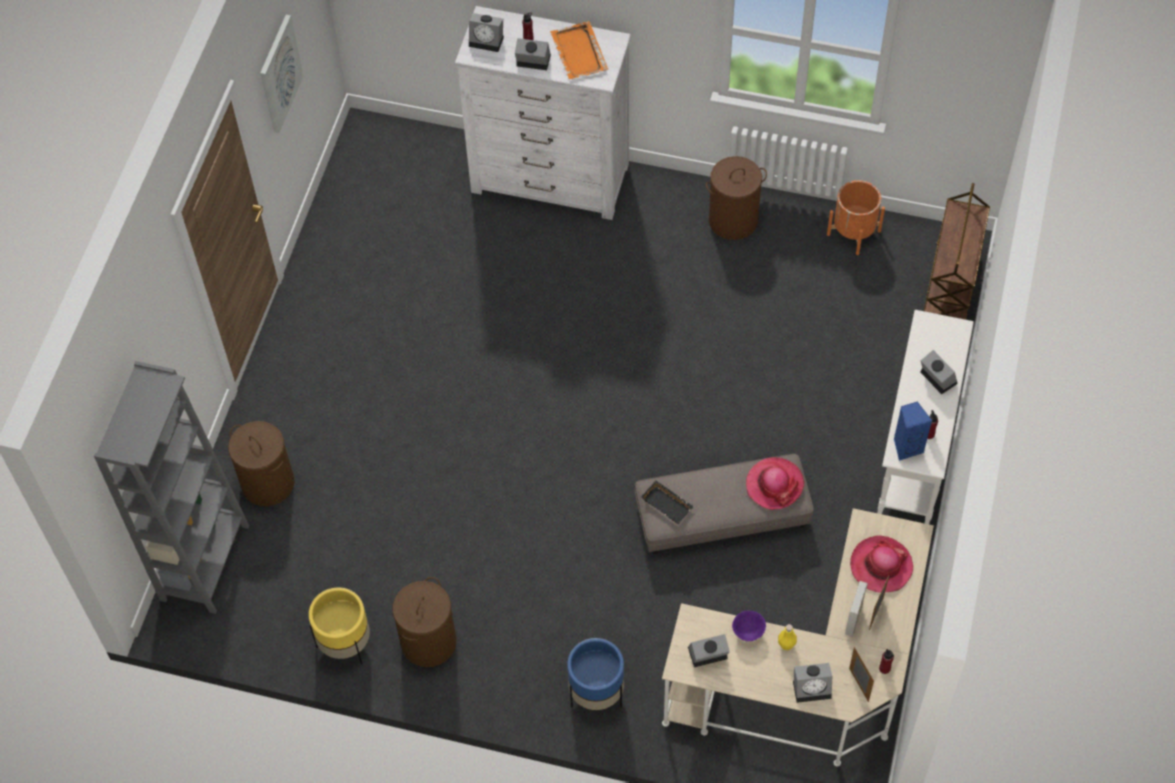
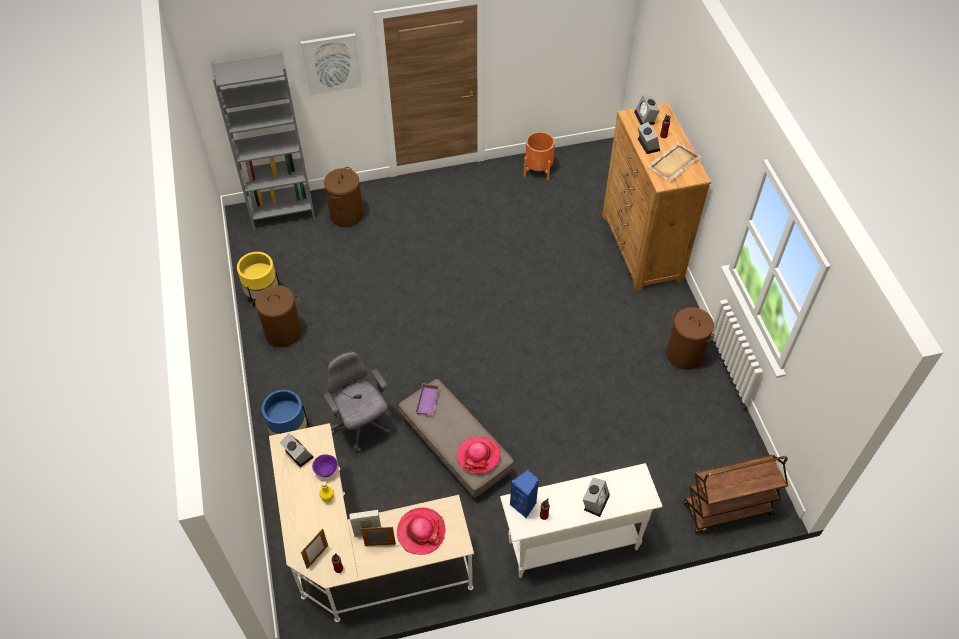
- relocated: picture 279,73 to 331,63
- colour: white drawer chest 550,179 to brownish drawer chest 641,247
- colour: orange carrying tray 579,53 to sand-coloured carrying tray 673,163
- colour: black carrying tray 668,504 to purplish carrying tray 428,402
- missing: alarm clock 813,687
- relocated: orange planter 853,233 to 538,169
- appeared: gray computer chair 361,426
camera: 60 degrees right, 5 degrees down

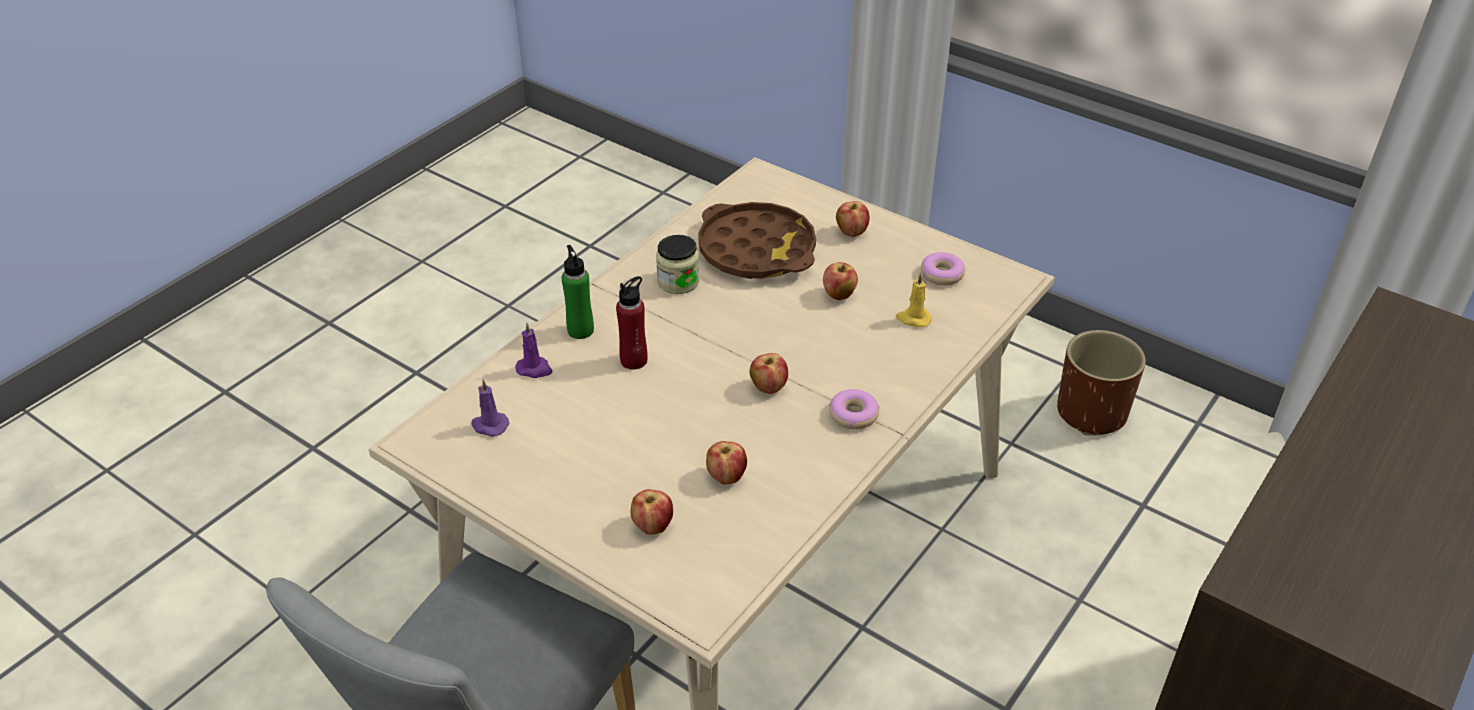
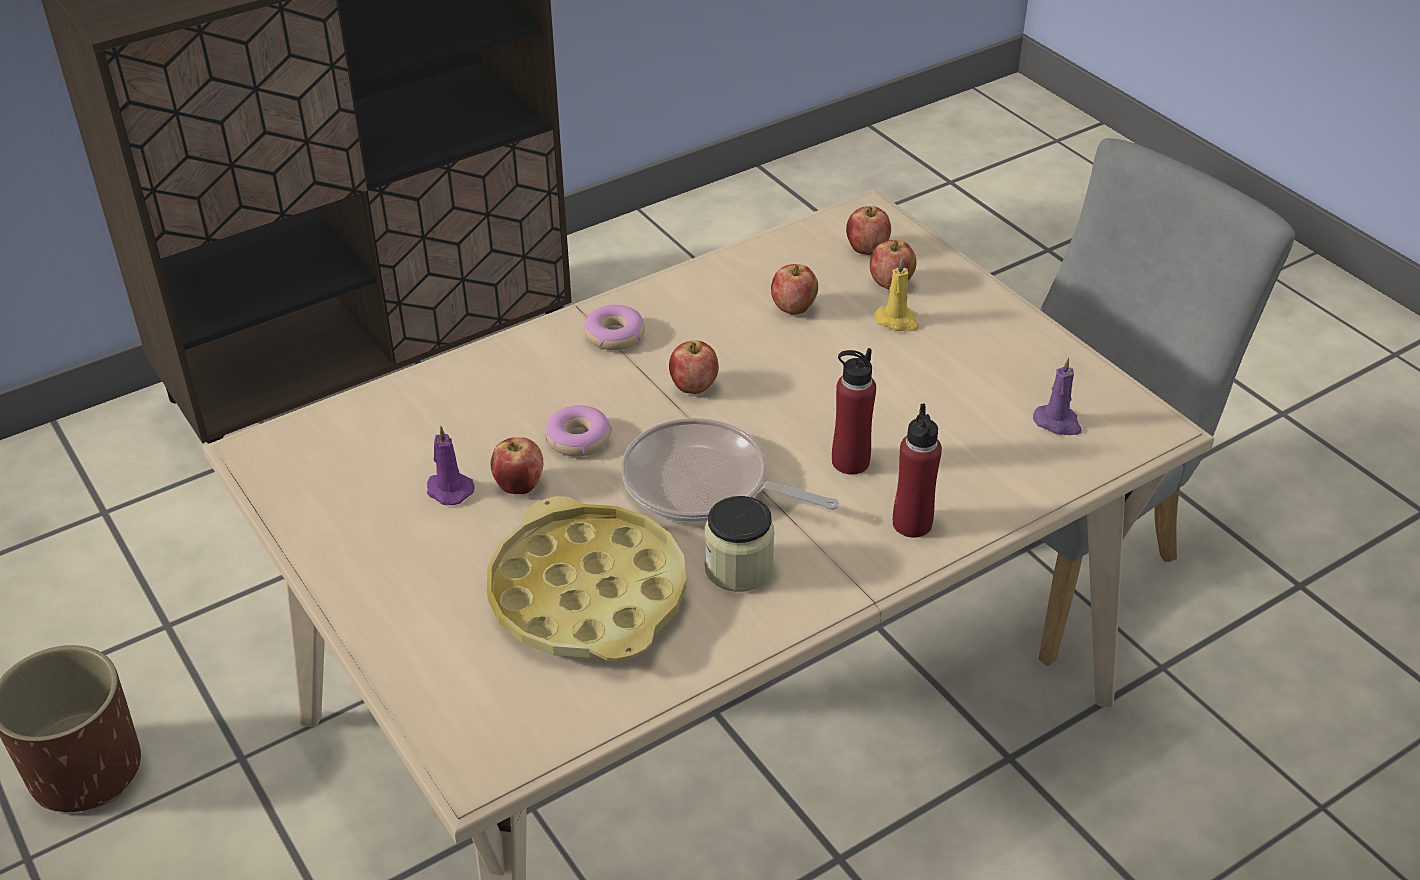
- relocated: purplish wax candle 534,369 to 448,490
- colour: green beverage bottle 580,330 to red-coloured beverage bottle 912,524
- colour: brownish carrying tray 756,250 to yellow-coloured carrying tray 587,594
- relocated: apple 851,232 to 866,249
- relocated: yellow-coloured wax candle 913,318 to 897,321
- relocated: donut 942,274 to 578,439
- appeared: skillet 704,485
camera: 160 degrees left, 0 degrees up

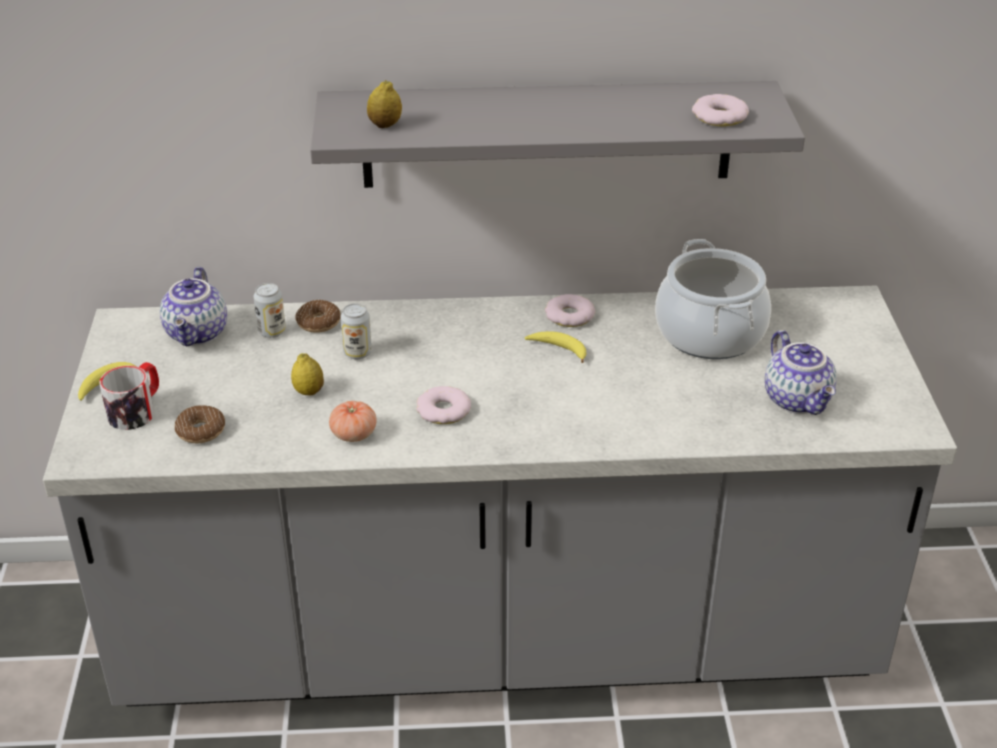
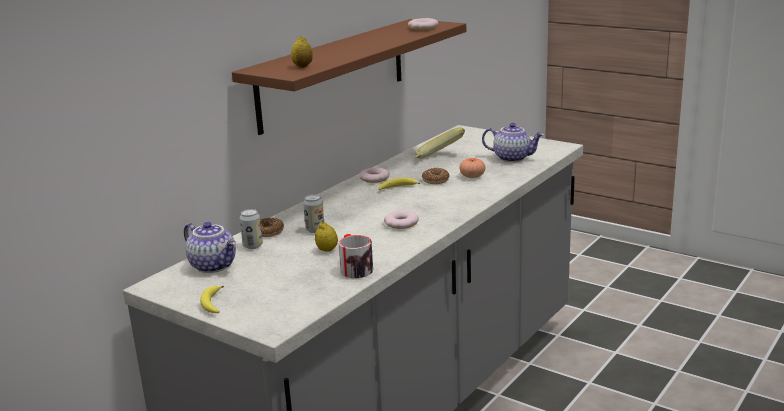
- relocated: mug 137,410 to 354,268
- relocated: donut 201,431 to 435,180
- colour: gray wall shelf 547,134 to brownish wall shelf 333,74
- relocated: fresh tomato 353,434 to 472,176
- exchanged: stockpot 709,333 to whole banana 438,158
camera: 50 degrees left, 15 degrees down

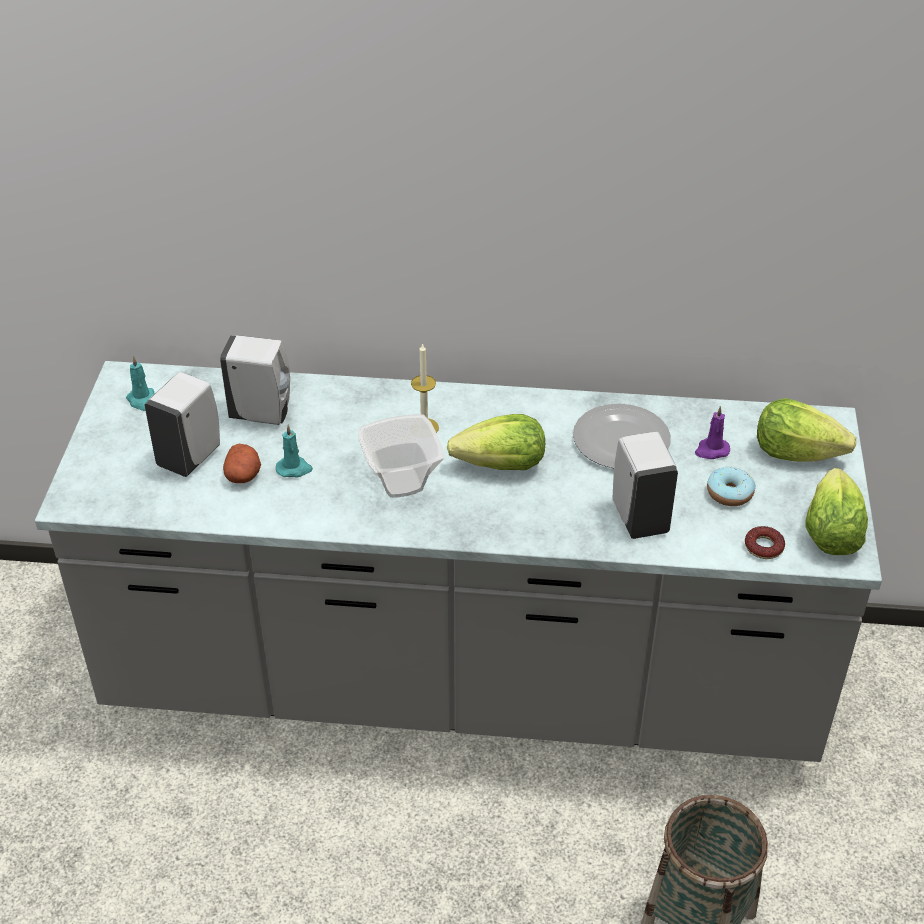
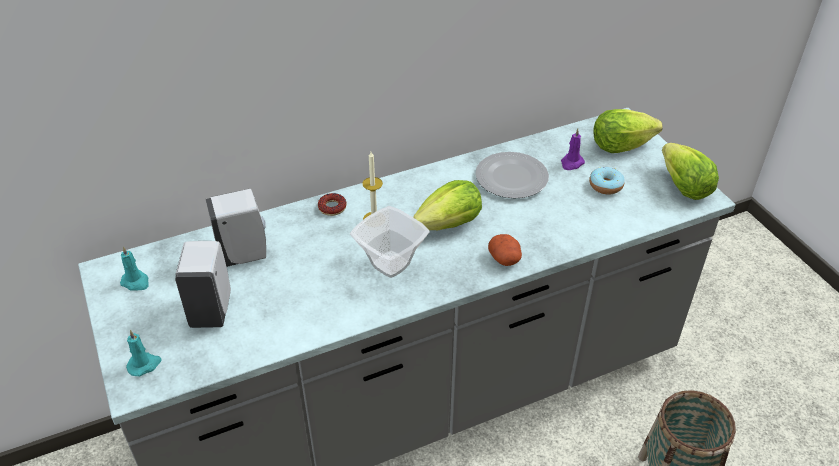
- relocated: spud 243,475 to 505,258
- relocated: turquoise wax candle 294,469 to 144,365
- missing: white liquid soap bottle 639,516
- relocated: donut 764,546 to 332,207
camera: 30 degrees left, 0 degrees up

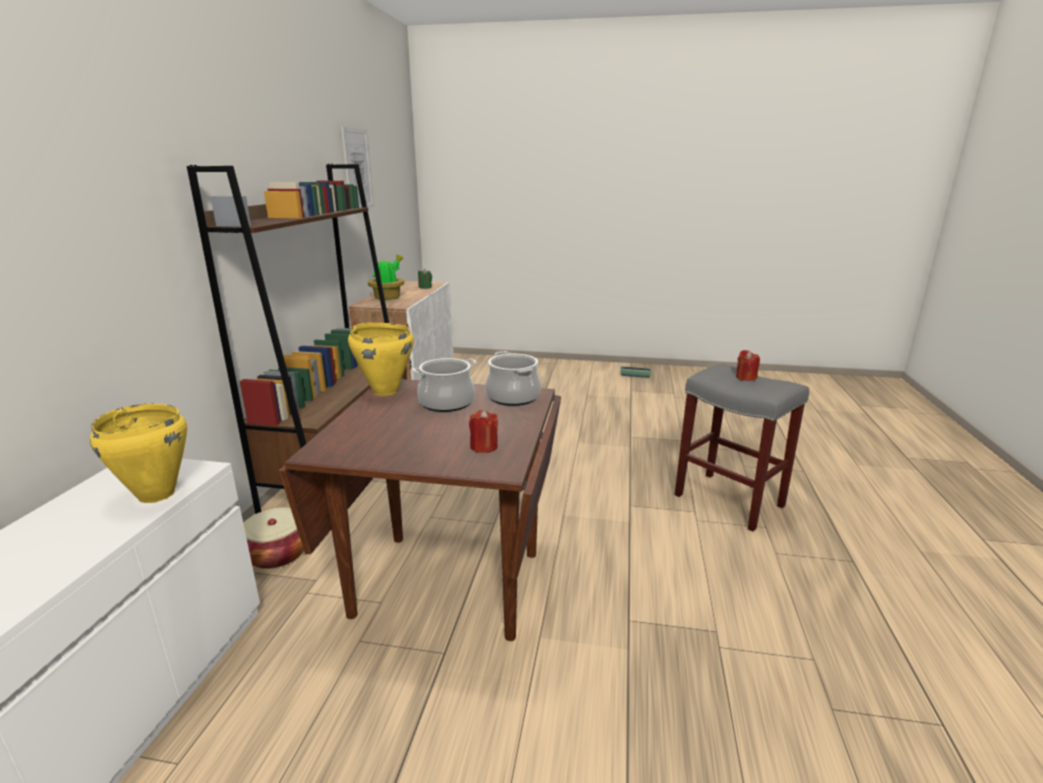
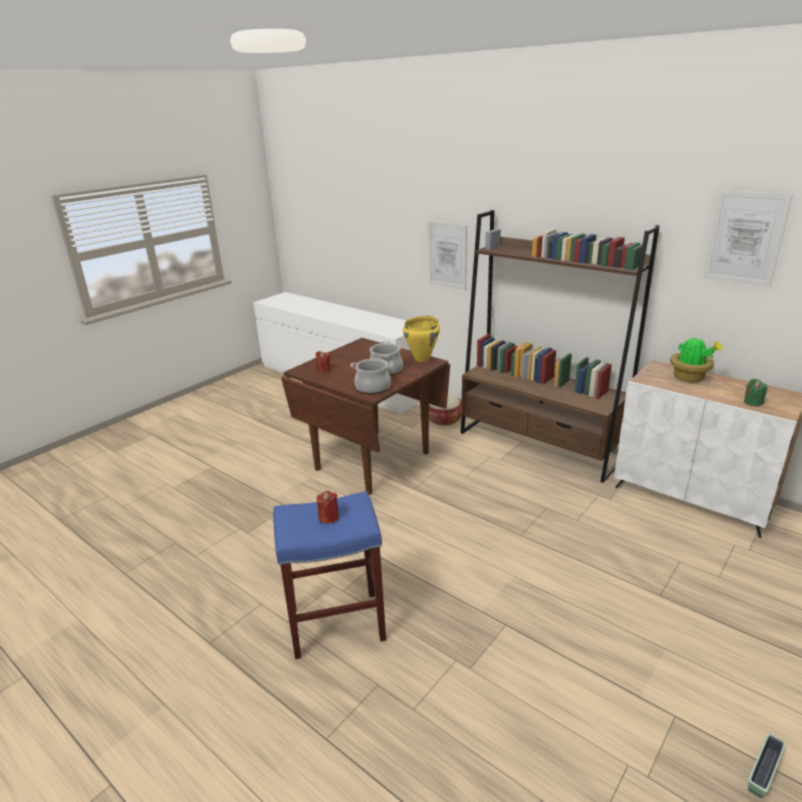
- missing: yellow-coloured stockpot 156,495
- colour: gray stool seat 730,501 to blue stool seat 335,624
- appeared: picture 447,255
camera: 120 degrees right, 5 degrees up

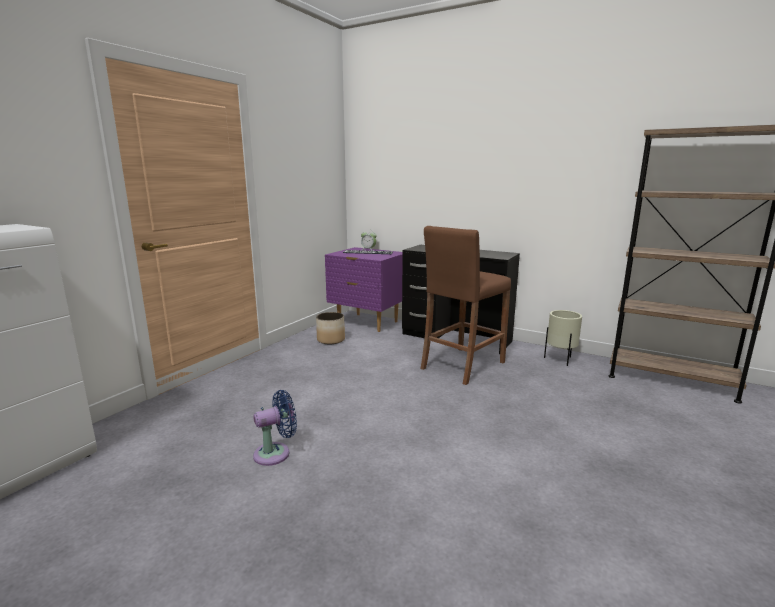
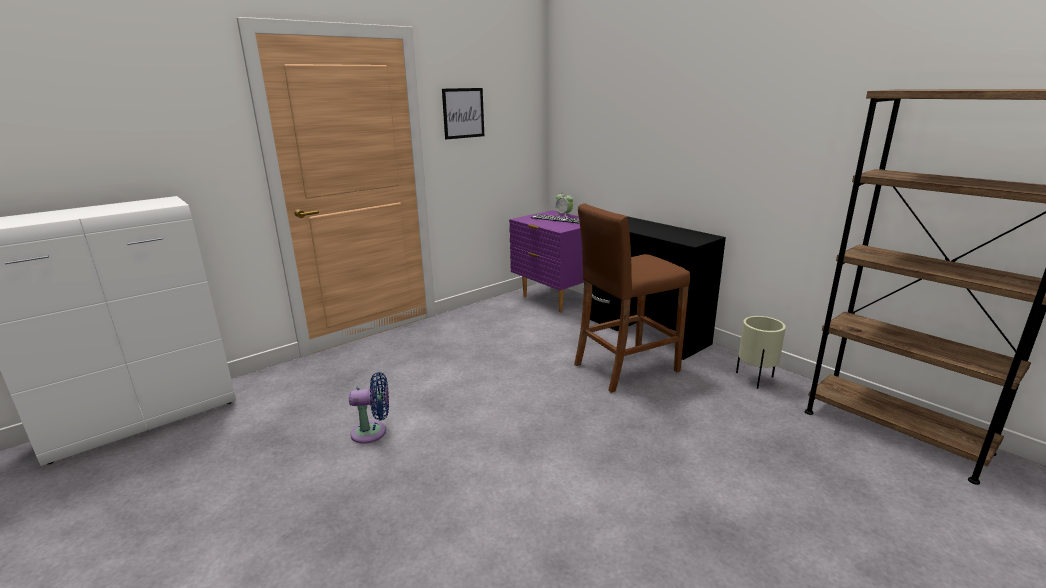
- missing: planter 331,340
- appeared: picture 463,113
camera: 20 degrees right, 5 degrees up

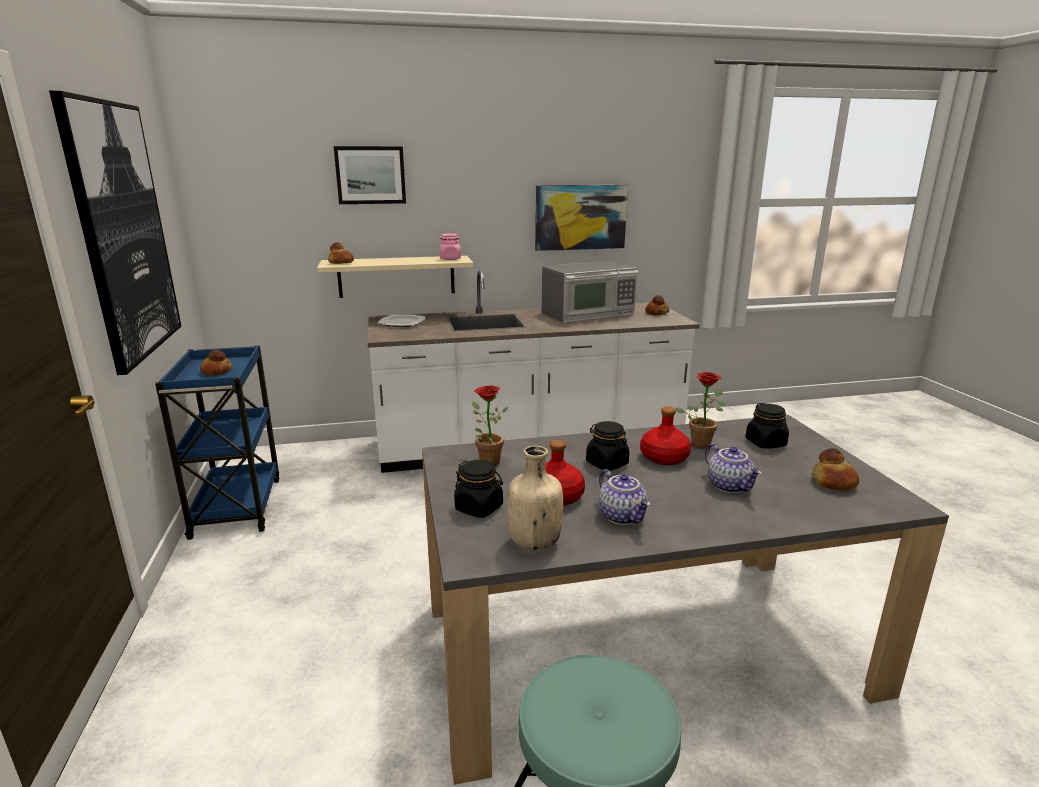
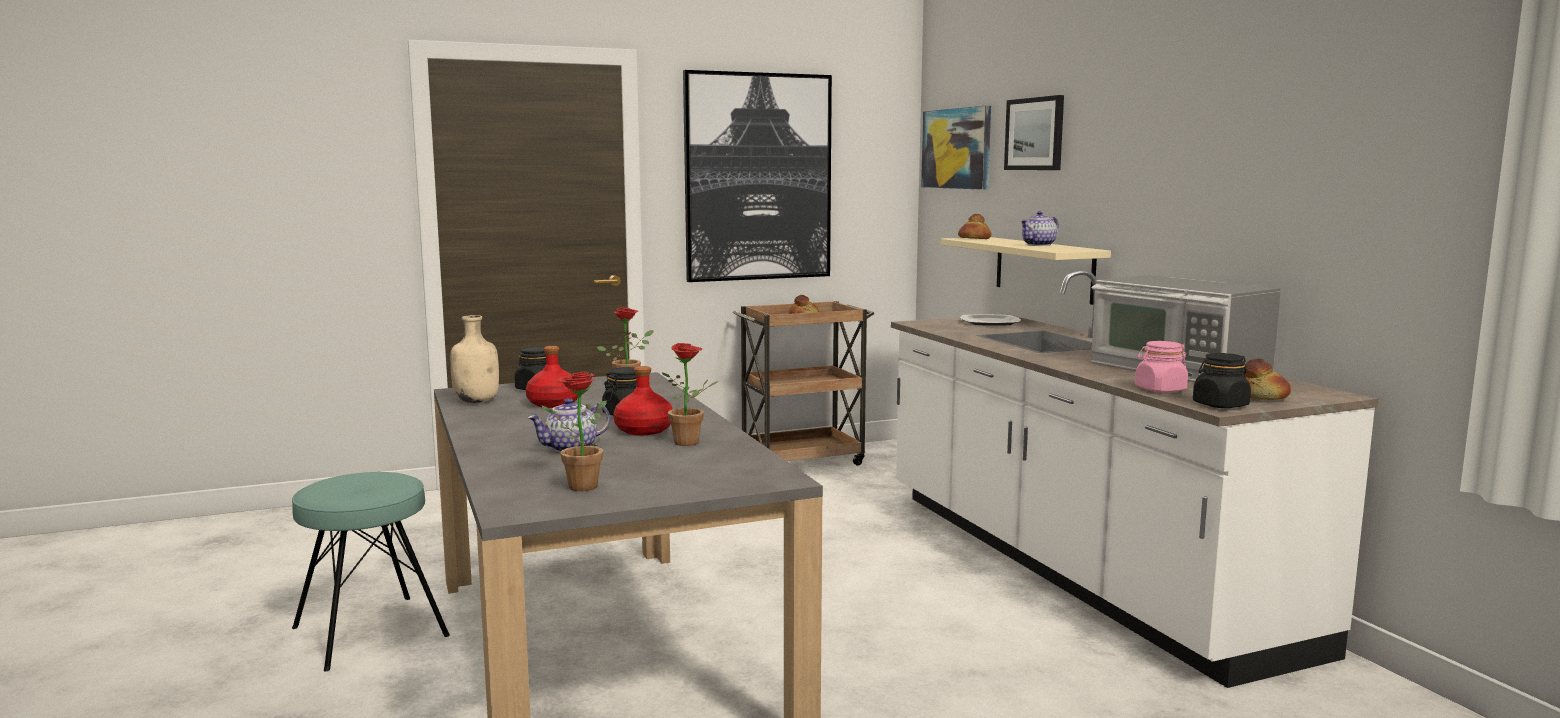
- colour: blue trolley 237,506 to brownish trolley 802,461
- relocated: pink jar 450,259 to 1160,389
- relocated: picture 580,217 to 956,148
- relocated: pot for tea 623,516 to 1039,245
- relocated: black jar 765,443 to 1220,405
- exchanged: baked bread 833,483 to plant in a pot 576,486
camera: 80 degrees right, 10 degrees down

